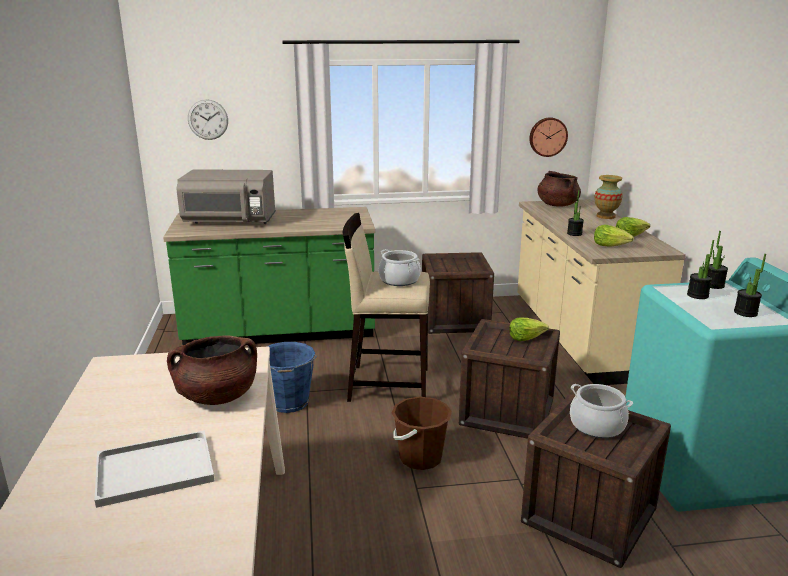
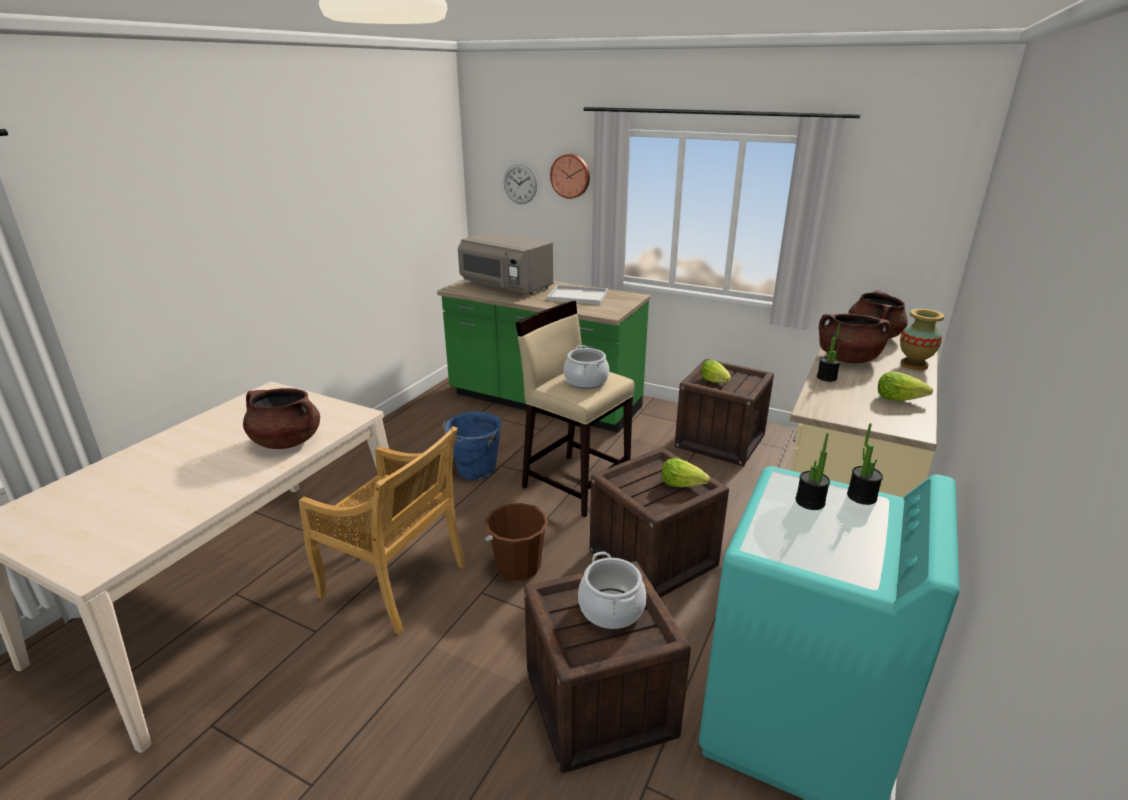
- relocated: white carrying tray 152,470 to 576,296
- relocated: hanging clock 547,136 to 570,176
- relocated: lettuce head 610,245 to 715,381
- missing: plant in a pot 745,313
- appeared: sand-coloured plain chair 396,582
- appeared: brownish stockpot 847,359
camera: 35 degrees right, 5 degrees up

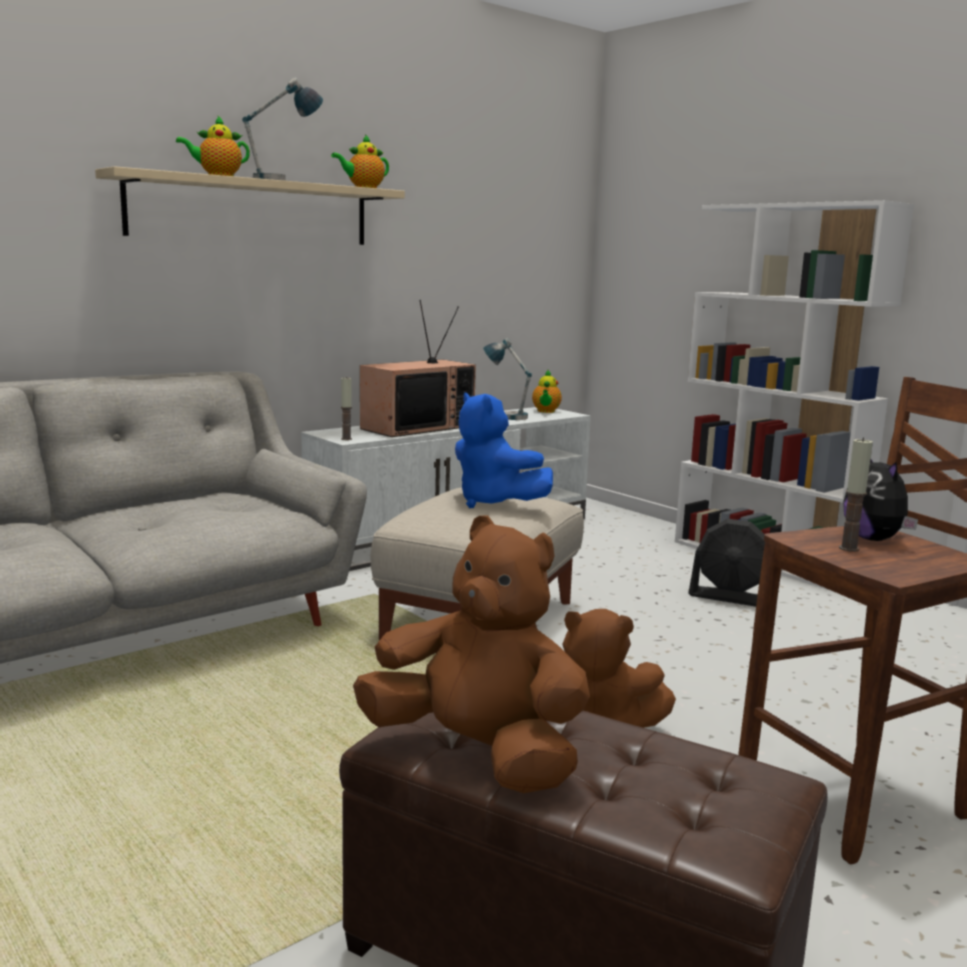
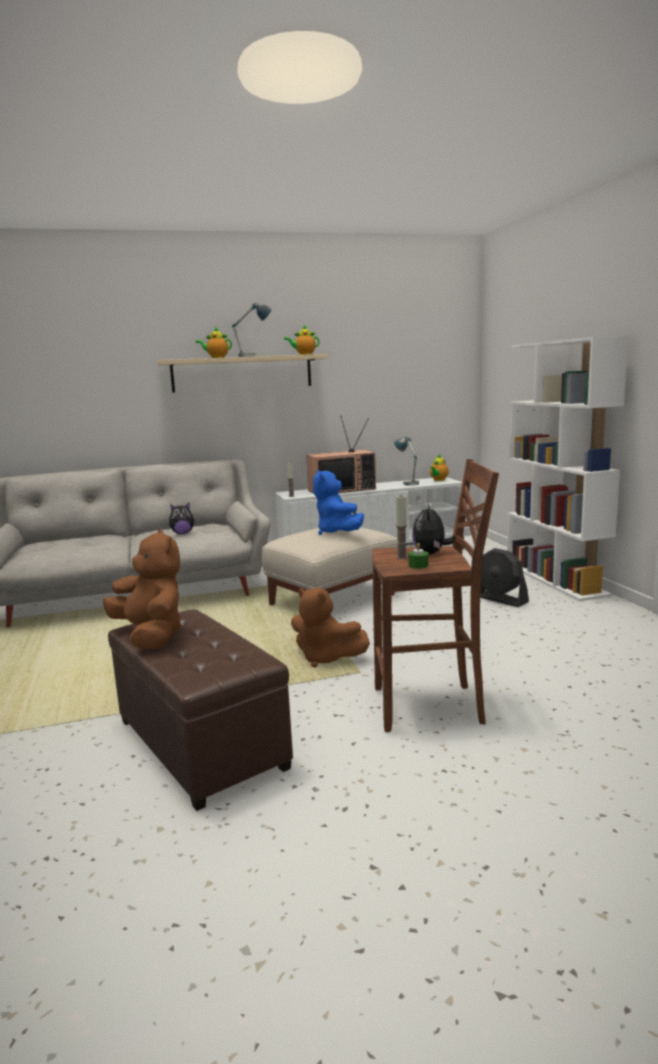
- appeared: cuddly toy 182,533
- appeared: green wax candle 418,565
camera: 25 degrees right, 0 degrees up

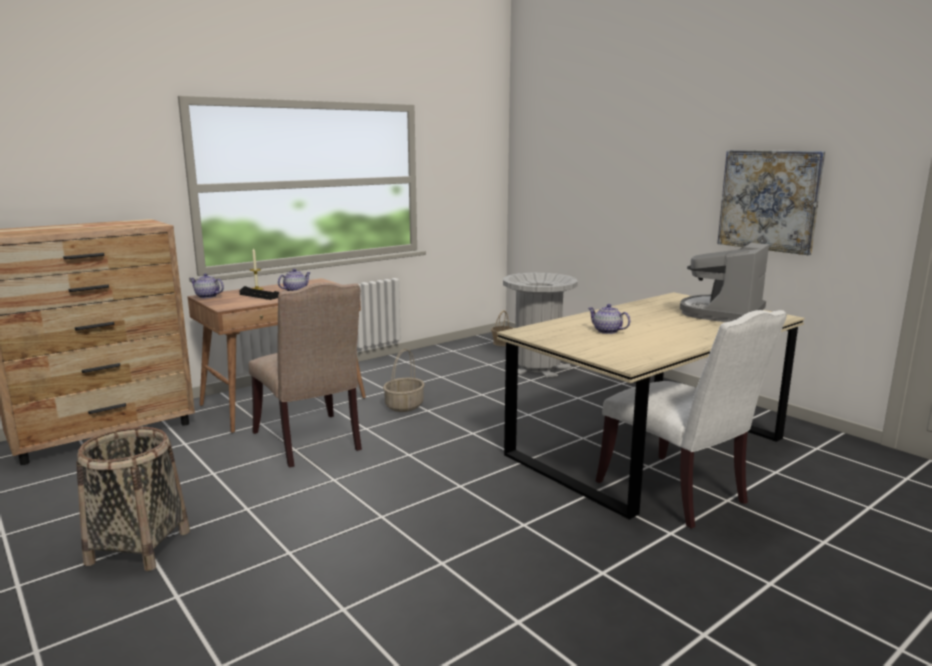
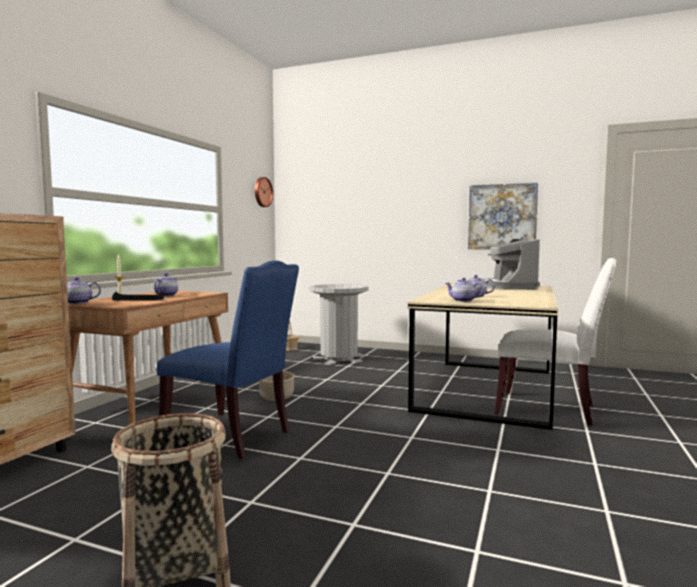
- colour: sand-coloured plain chair 311,442 to blue plain chair 232,436
- appeared: hanging clock 262,192
- appeared: pot for tea 462,301
camera: 30 degrees left, 10 degrees down

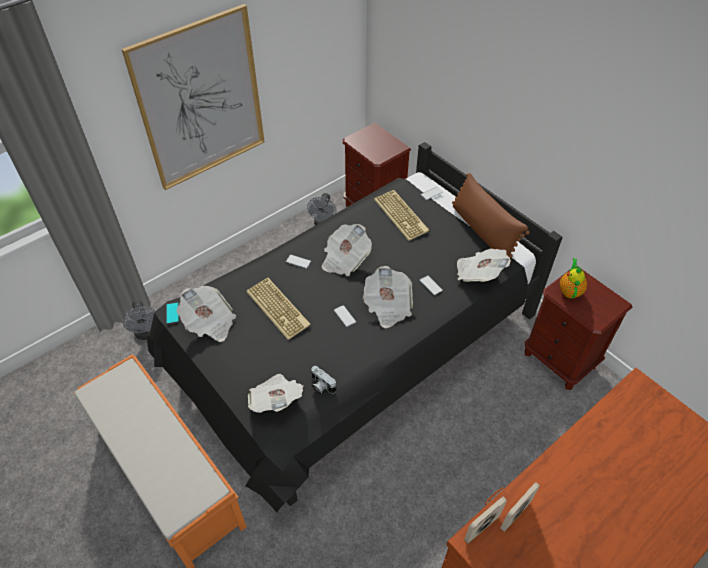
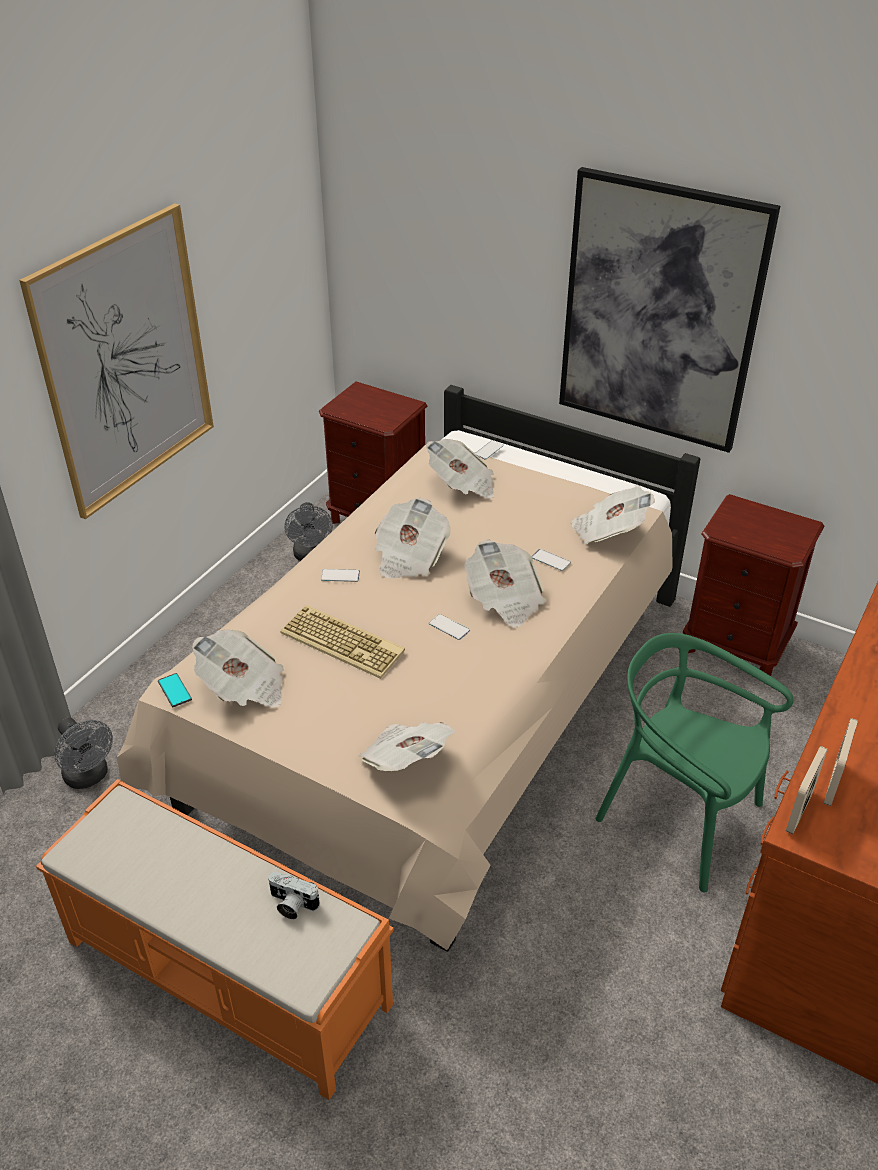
- colour: black bedroom bed 353,347 to sand-coloured bedroom bed 437,708
- relocated: still camera 321,386 to 291,904
- exchanged: PC keyboard 402,215 to printed paper 462,485
- missing: brownish cushion 483,231
- missing: pot for tea 570,290
- appeared: picture 660,313
- appeared: green plain chair 679,818
camera: 20 degrees left, 10 degrees down

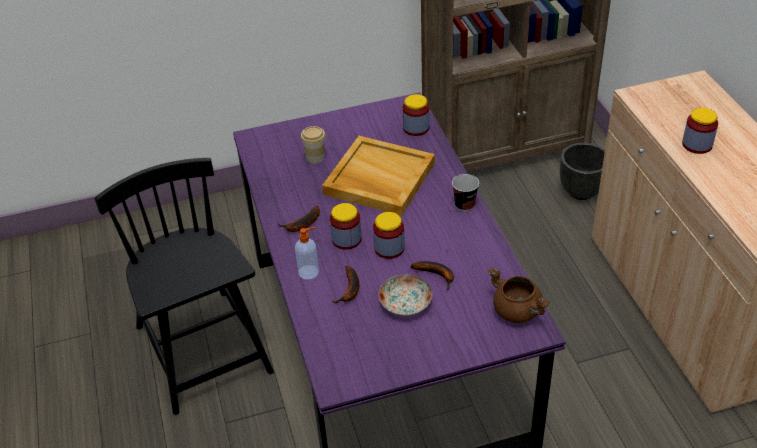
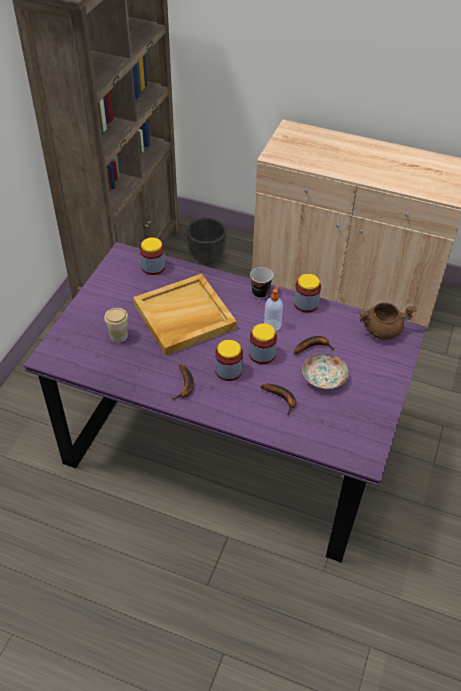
- missing: black plain chair 204,352
- relocated: liquid soap bottle 309,272 to 272,325
- relocated: jar 697,145 to 306,304
camera: 55 degrees left, 5 degrees up

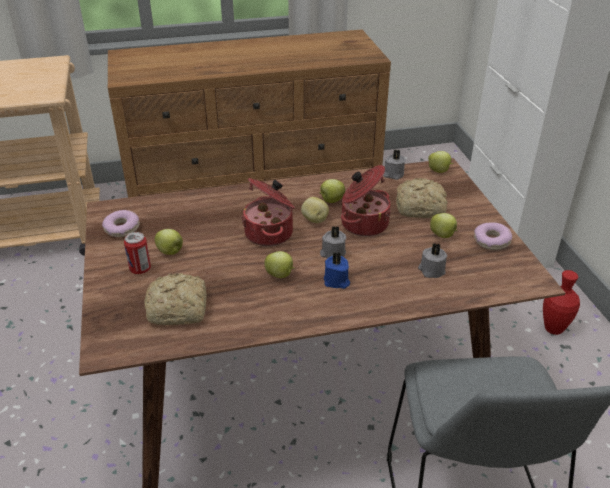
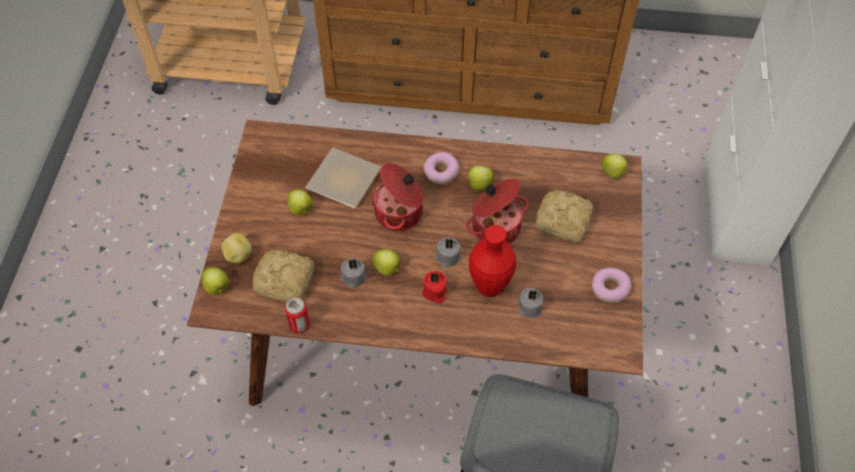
- relocated: donut 122,229 to 441,172
- relocated: can 140,269 to 299,325
- relocated: spud 314,220 to 238,255
- colour: blue wax candle 336,281 to red-coloured wax candle 434,293
- relocated: gray wax candle 393,174 to 353,277
- relocated: apple 443,235 to 217,288
- relocated: red-coloured vase 553,329 to 489,287
- appeared: flat dish 344,182
camera: 20 degrees right, 20 degrees up

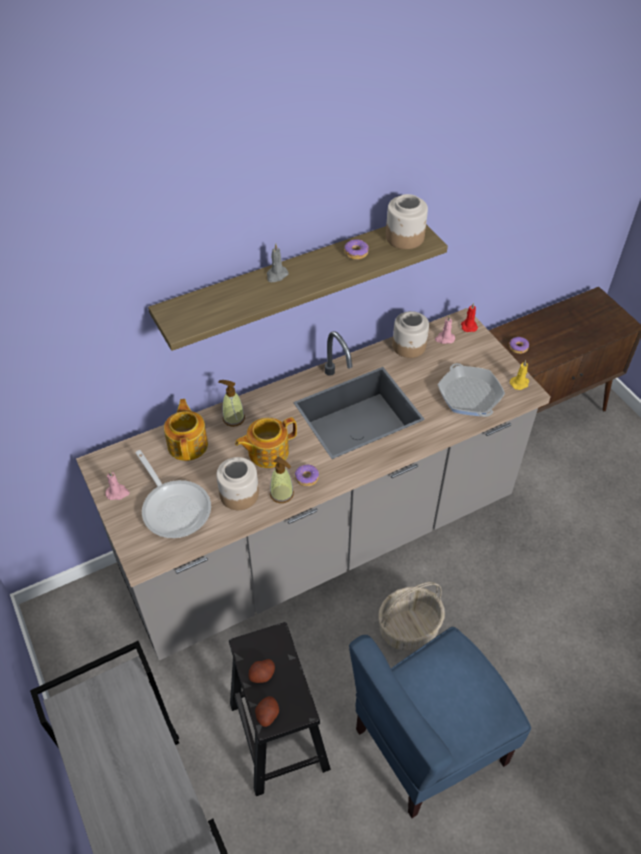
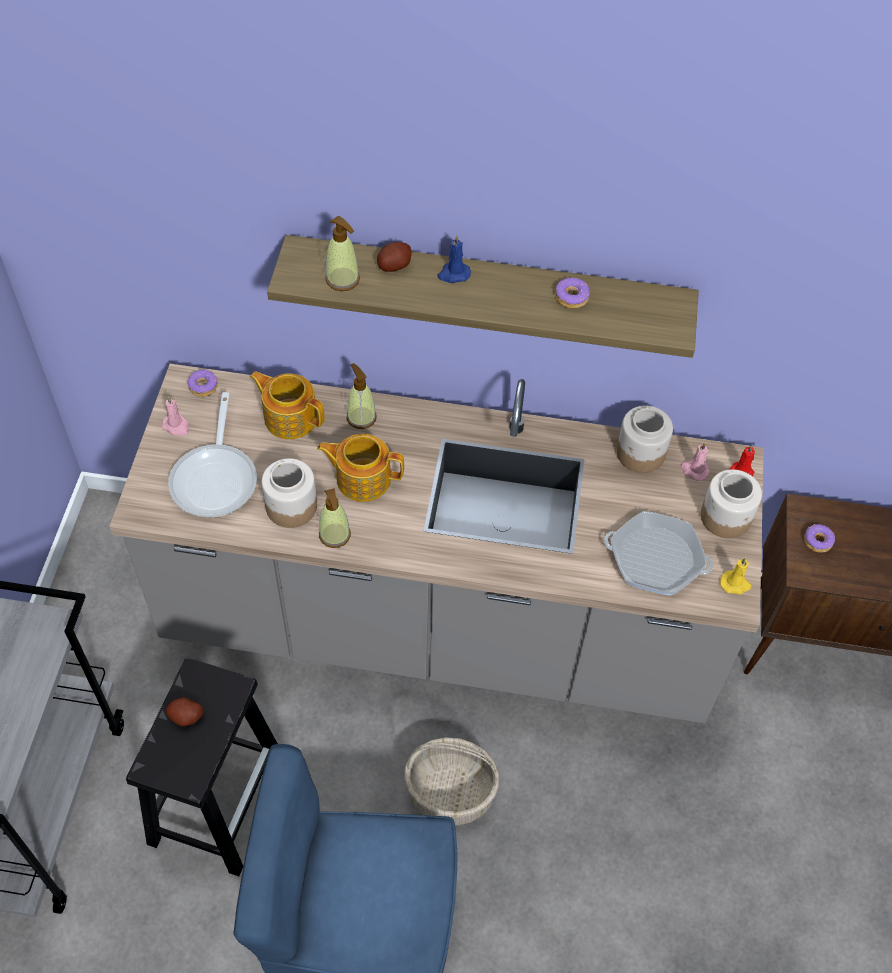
- spun: pot for tea 188,444 = 290,417 90 degrees counterclockwise
- relocated: spud 267,714 to 394,265
- colour: gray wax candle 276,275 to blue wax candle 453,274
- relocated: donut 306,478 to 203,386
- relocated: jar 405,237 to 726,517
- spun: skillet 469,395 = 656,559 90 degrees counterclockwise
- appeared: liquid soap bottle 343,279
camera: 35 degrees right, 5 degrees up

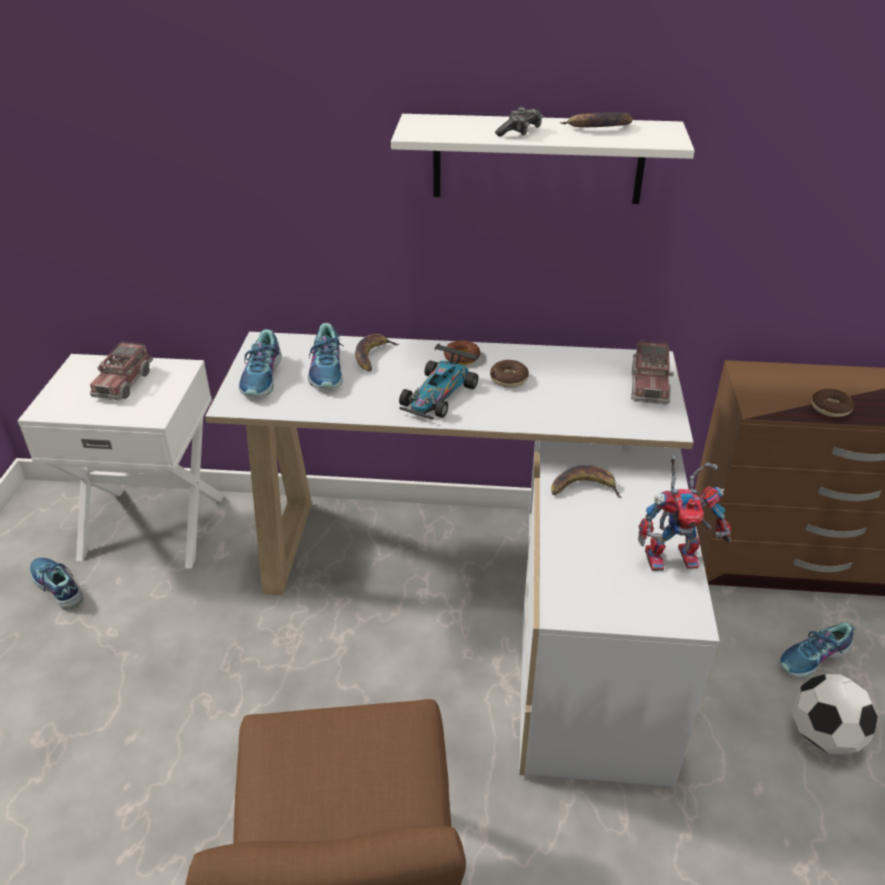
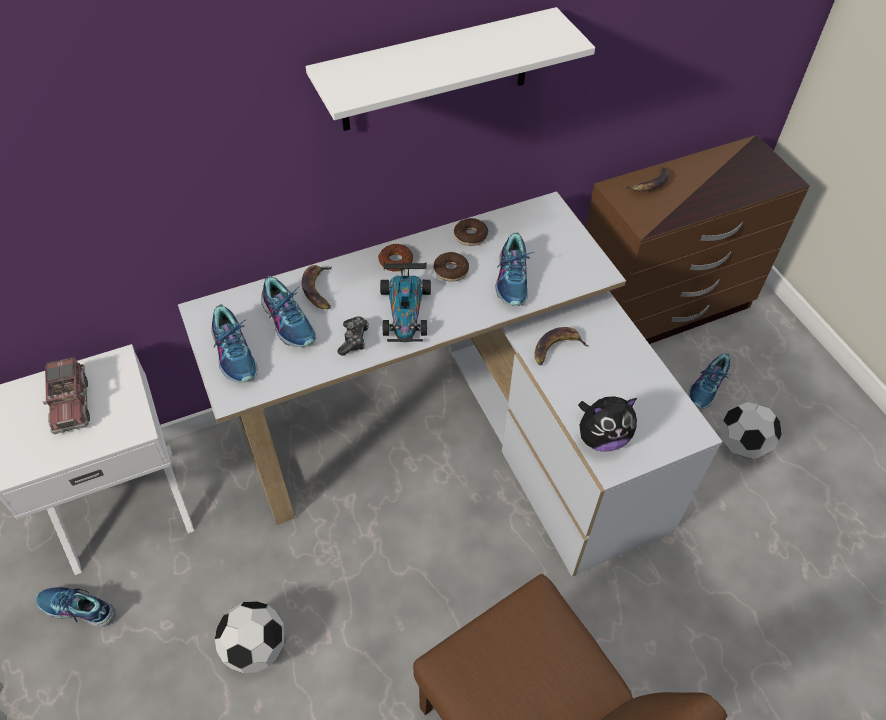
- relocated: gamepad 520,132 to 354,339
- relocated: whole banana 598,128 to 649,184
- missing: toy truck 649,385
- missing: robot figure 674,555
- relocated: donut 830,408 to 470,236
- appeared: ball for football 255,648
- appeared: low shoe 513,279
- appeared: cuddly toy 601,438
camera: 30 degrees left, 15 degrees up

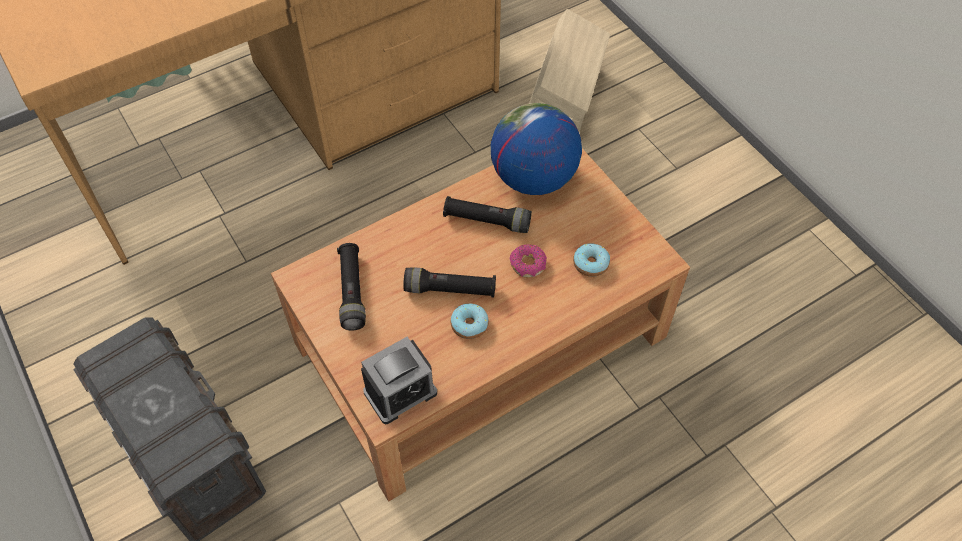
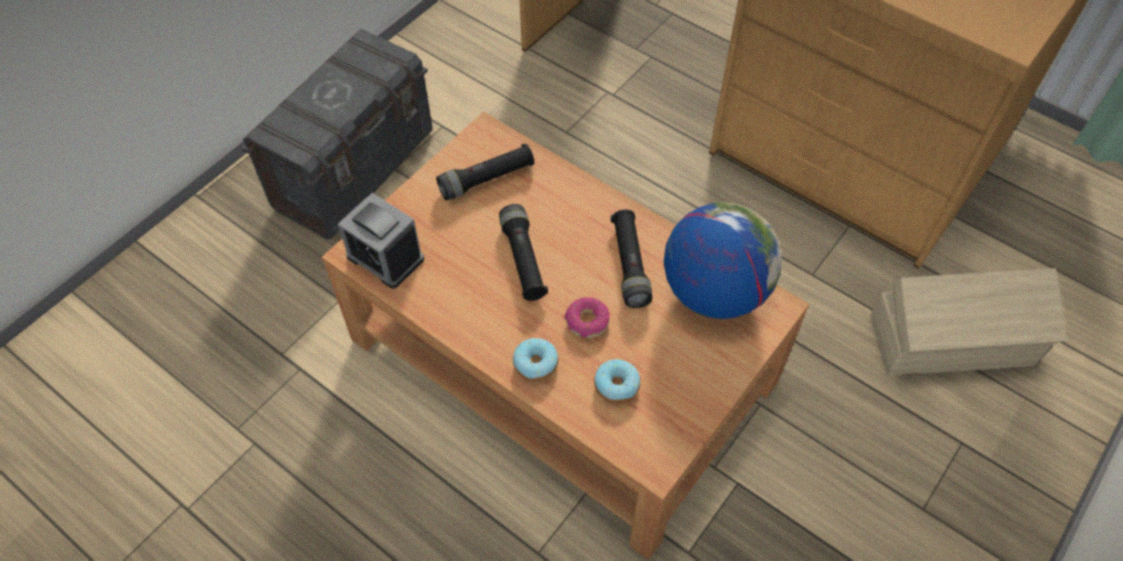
- relocated: donut 469,325 to 535,364
camera: 70 degrees right, 0 degrees up

